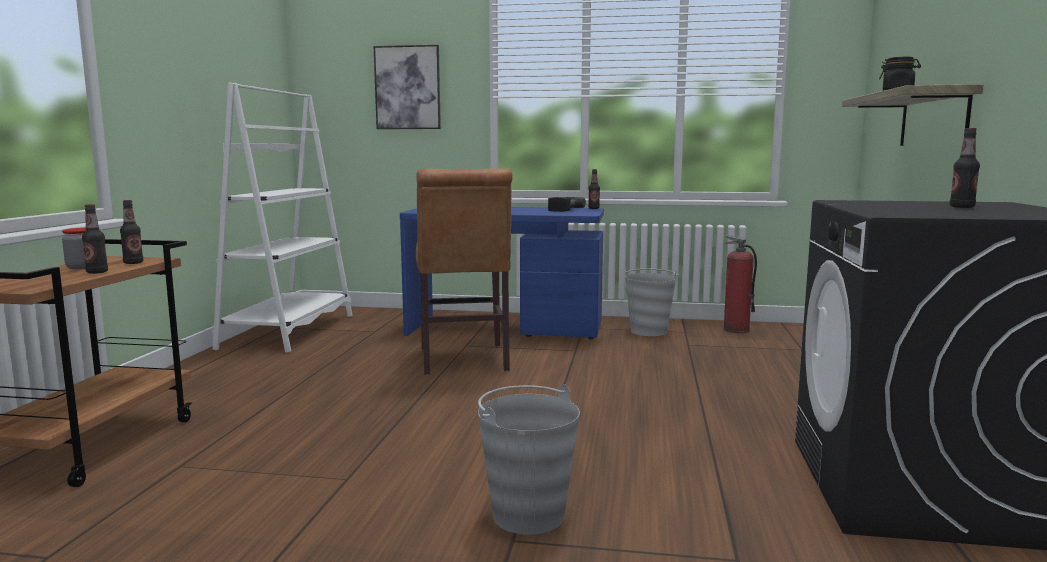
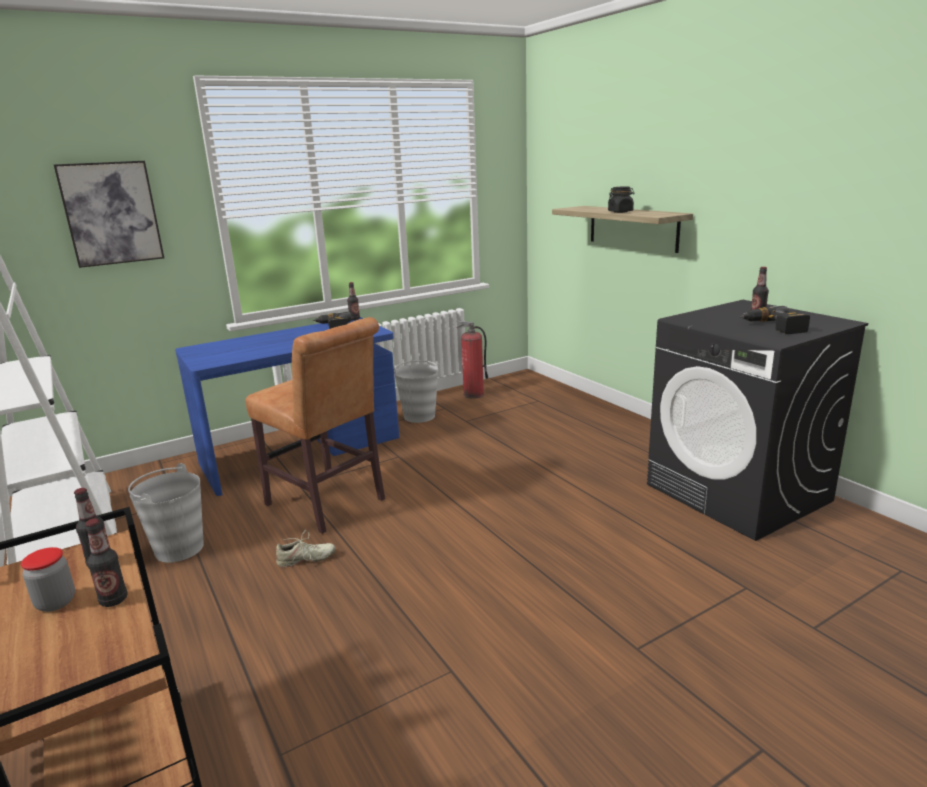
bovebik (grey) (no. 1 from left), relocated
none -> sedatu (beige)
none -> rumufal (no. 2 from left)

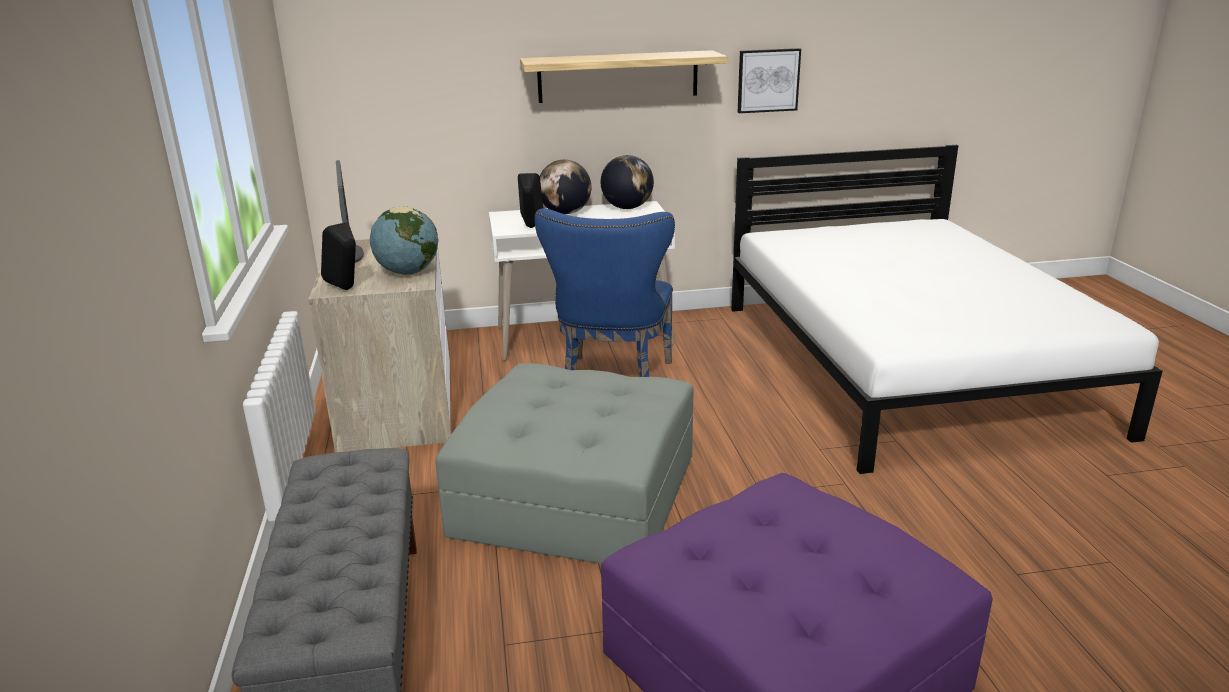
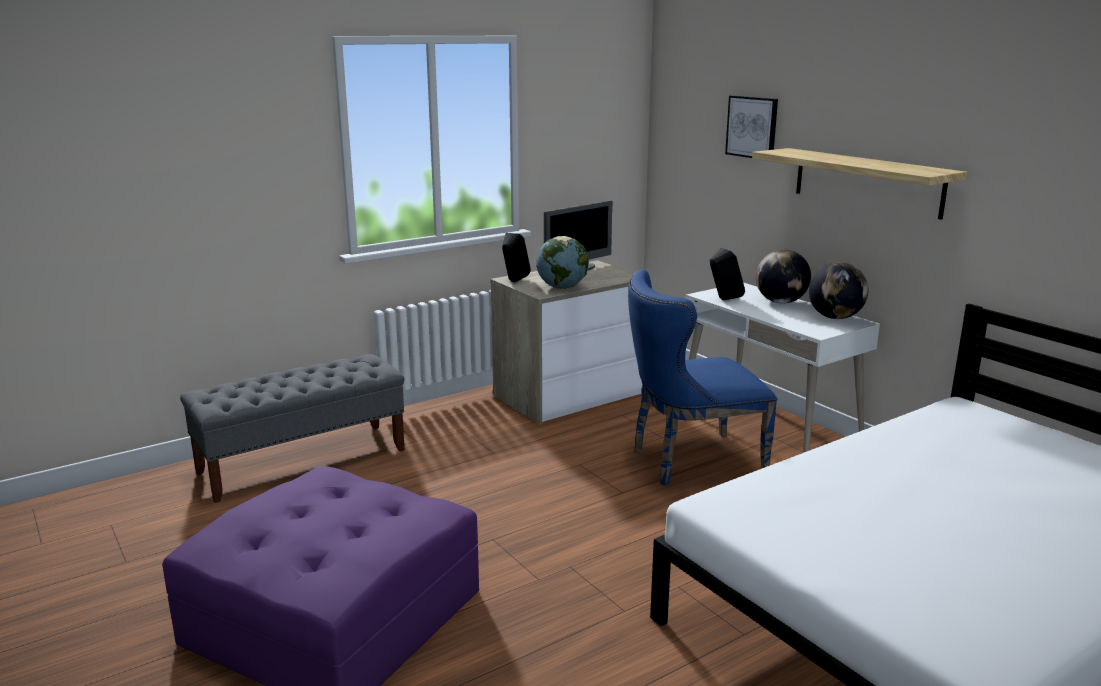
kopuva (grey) -> none
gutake, relocated

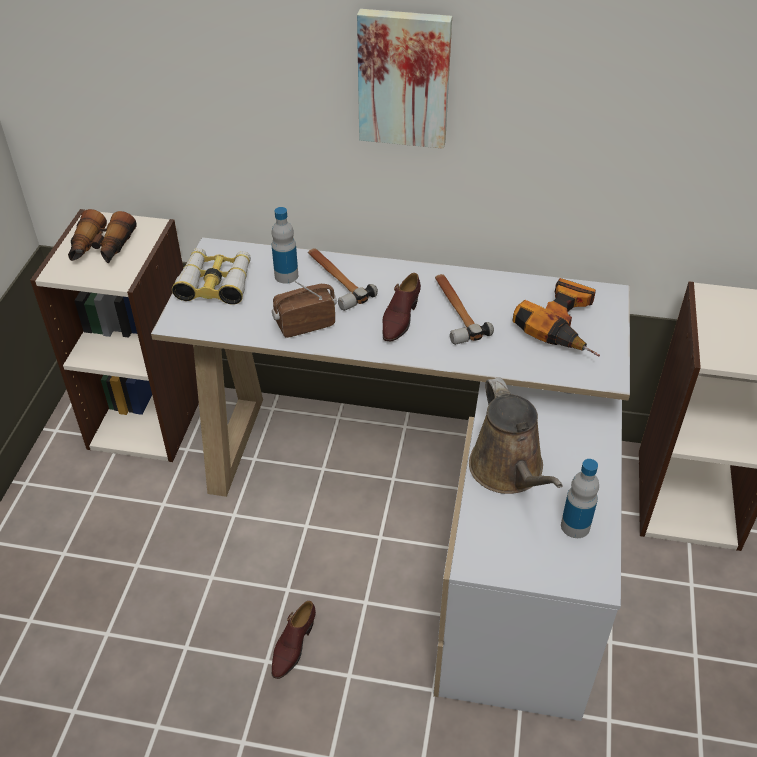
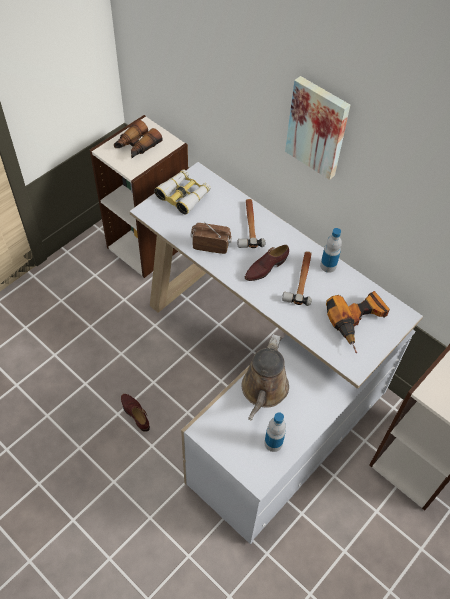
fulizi (no. 1 from left in the first image) -> fulizi (no. 2 from left), relocated
sedatu (brown) (no. 1 from left), 90 degrees clockwise

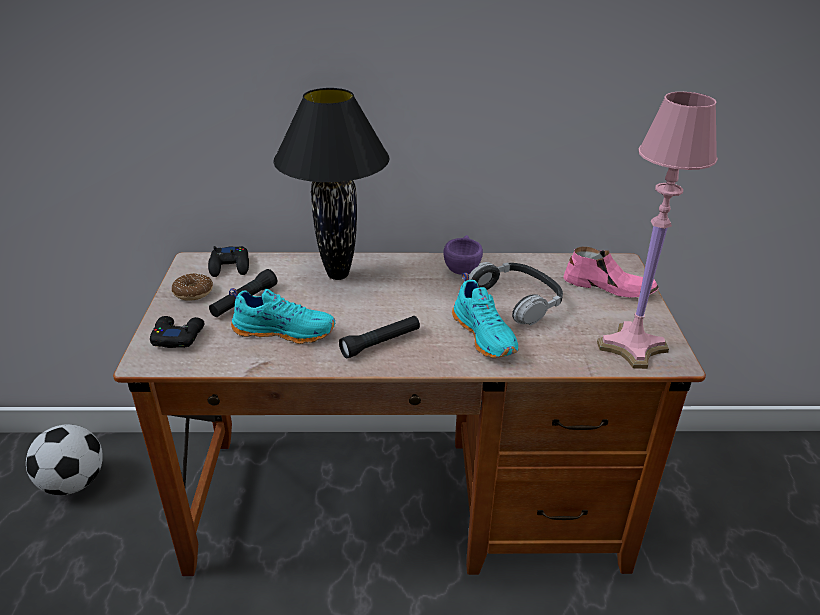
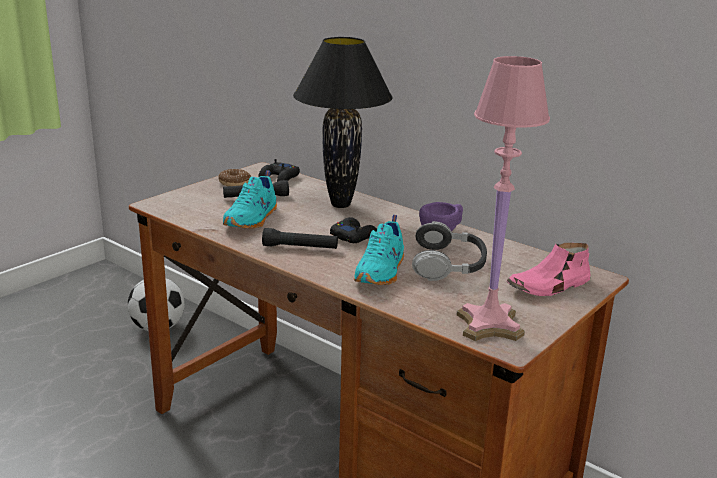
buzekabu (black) (no. 1 from left in the first image) -> buzekabu (black) (no. 2 from left), relocated
sedatu (turquoise) (no. 1 from left), 60 degrees clockwise
sedatu (pink), 90 degrees clockwise

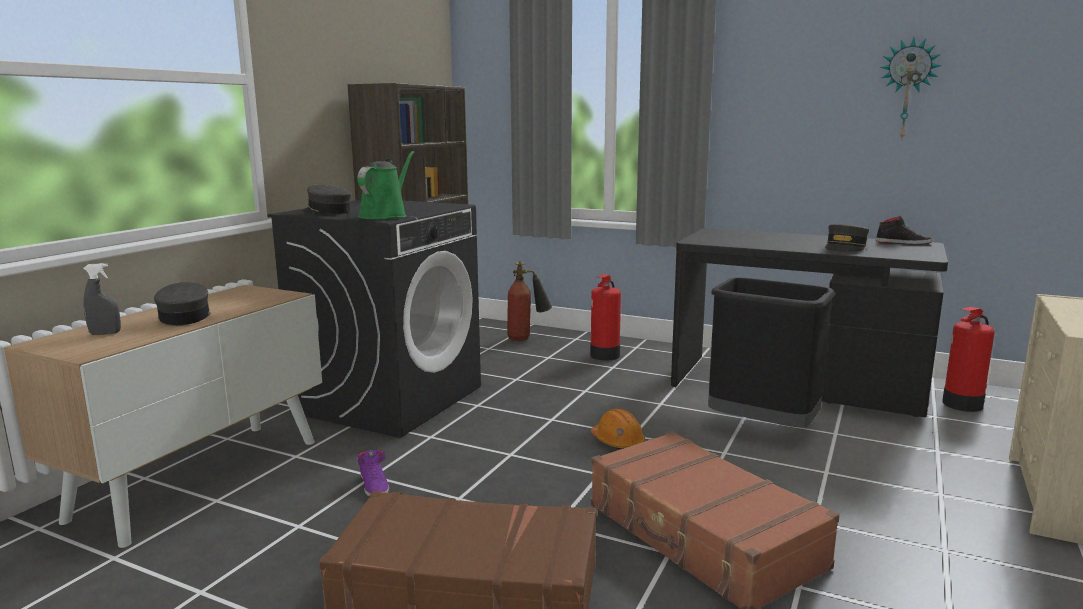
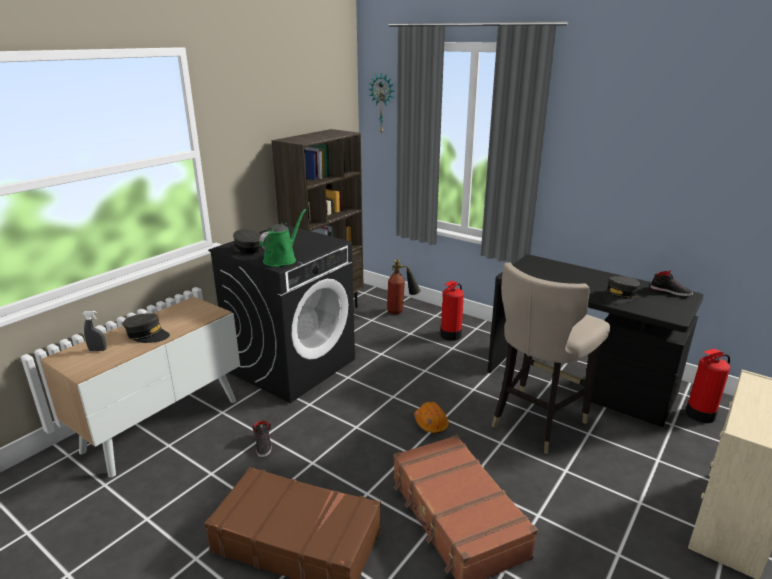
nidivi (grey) (no. 1 from left), 120 degrees clockwise
sedatu (purple) -> sedatu (black) (no. 1 from left)
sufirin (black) -> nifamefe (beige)
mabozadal, relocated

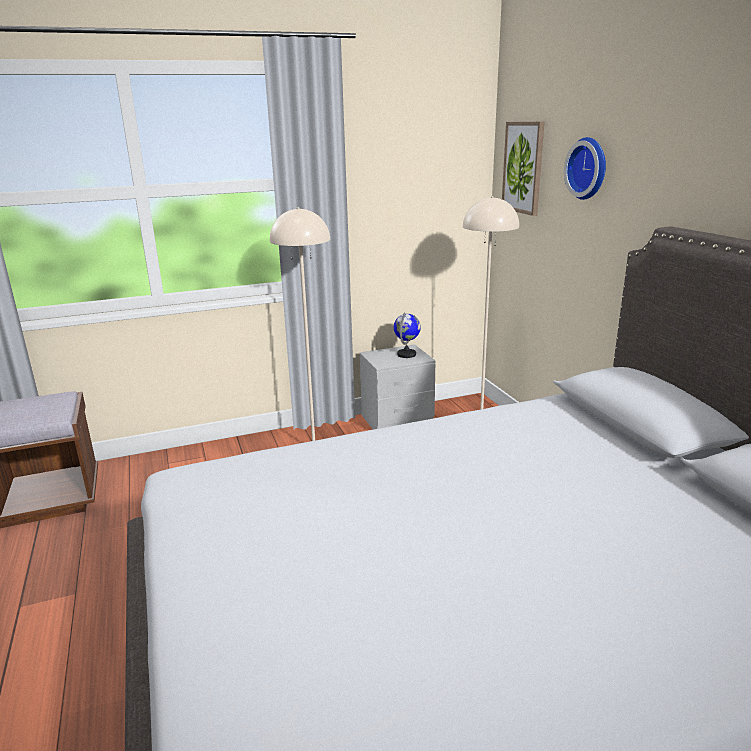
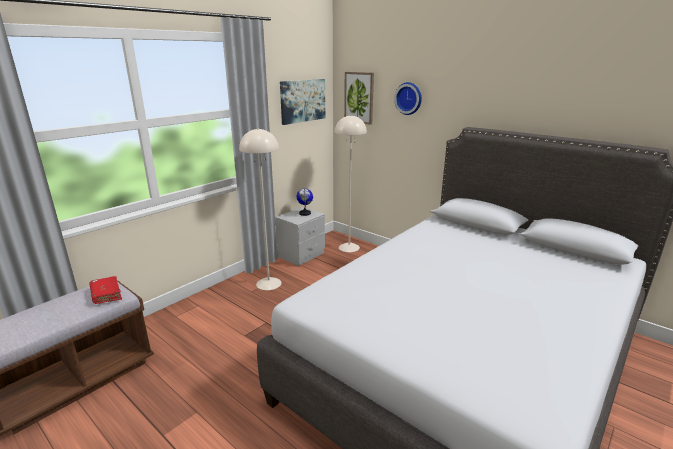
none -> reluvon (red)
none -> gutake (no. 1 from left)

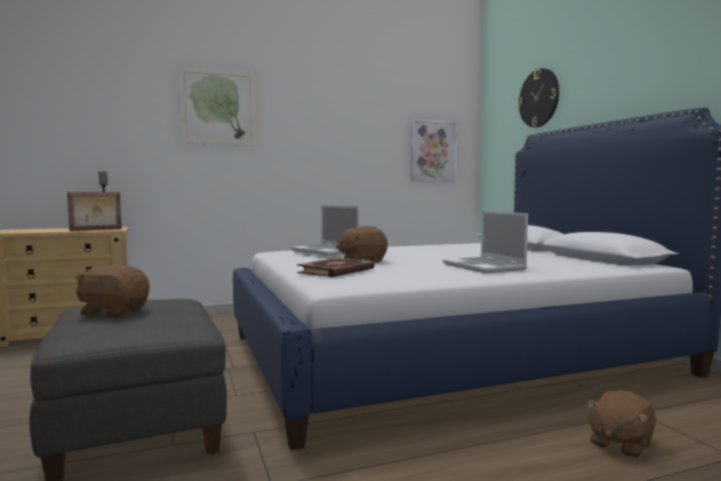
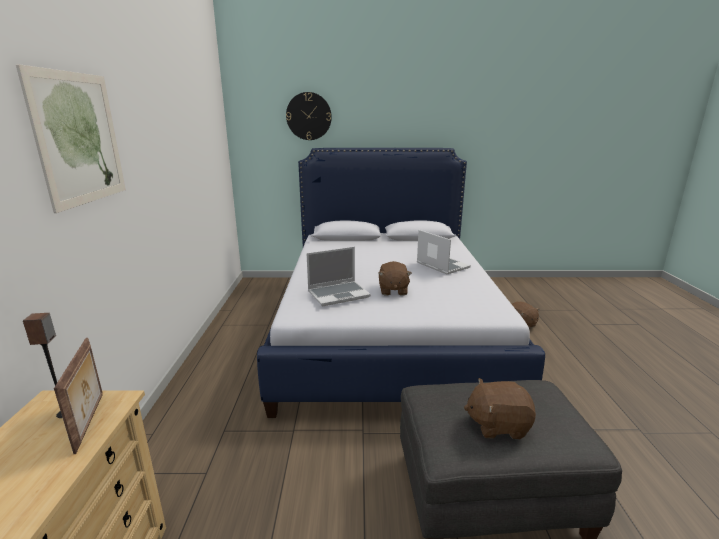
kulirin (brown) (no. 1 from left in the first image) -> kulirin (brown) (no. 2 from left), 60 degrees clockwise
reluvon -> none
gutake (no. 2 from left) -> none
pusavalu (no. 2 from left), 120 degrees counterclockwise

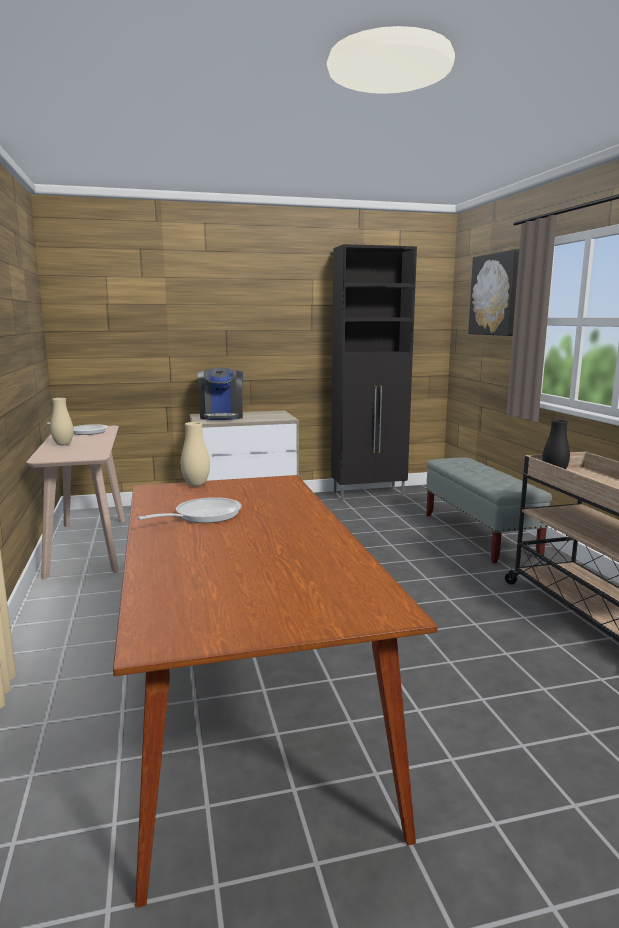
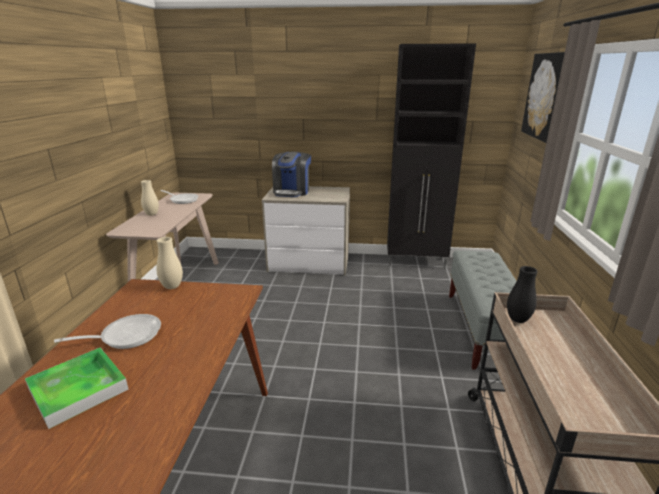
none -> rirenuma

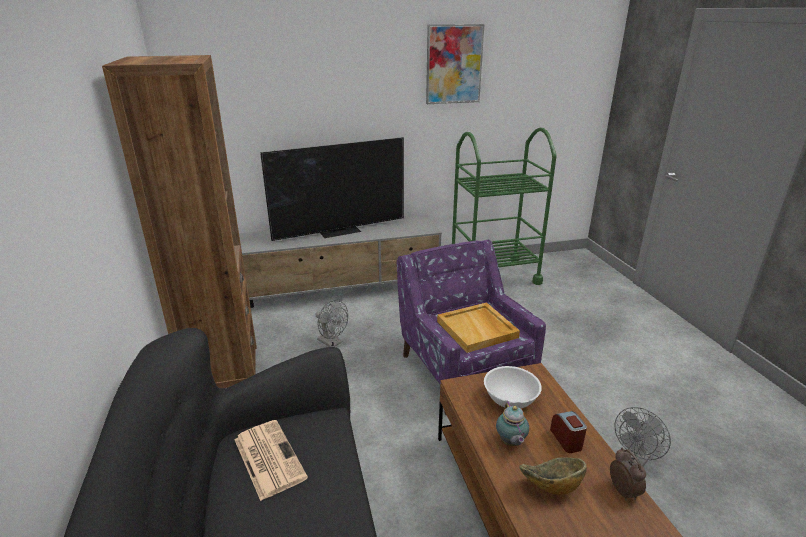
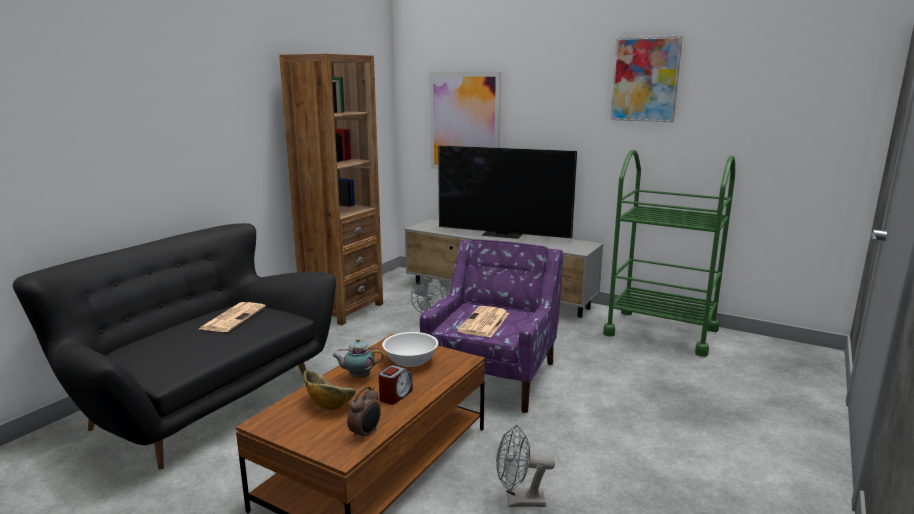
rirenuma (beige) -> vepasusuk (no. 2 from left)
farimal, 45 degrees clockwise
none -> gutake (no. 1 from left)

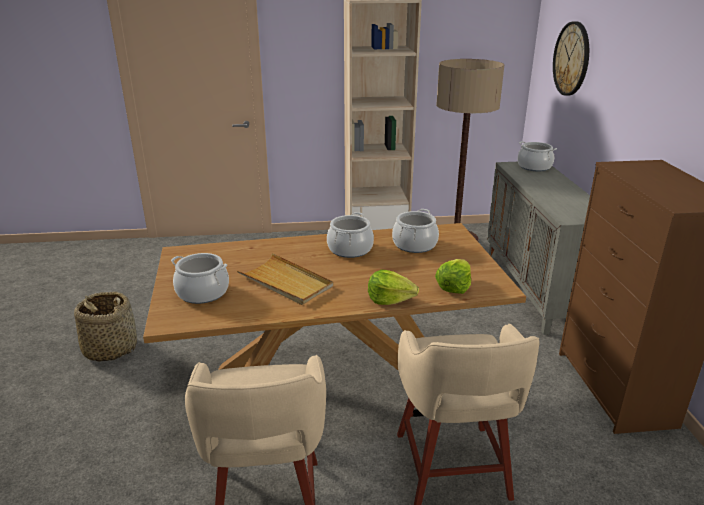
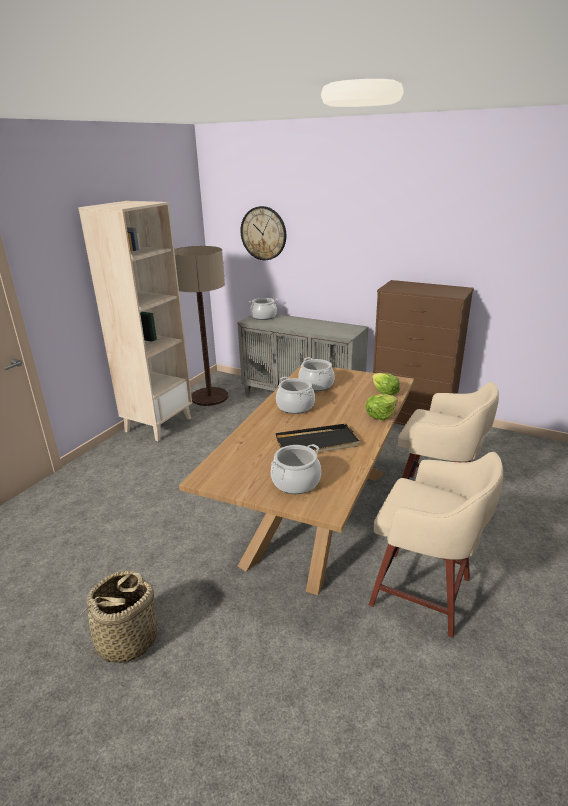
rirenuma (beige) -> rirenuma (black)

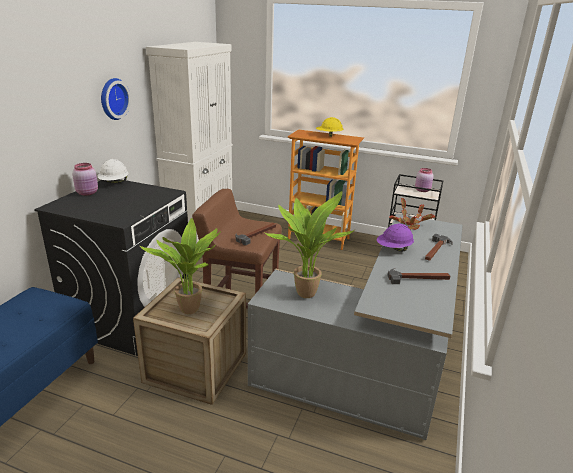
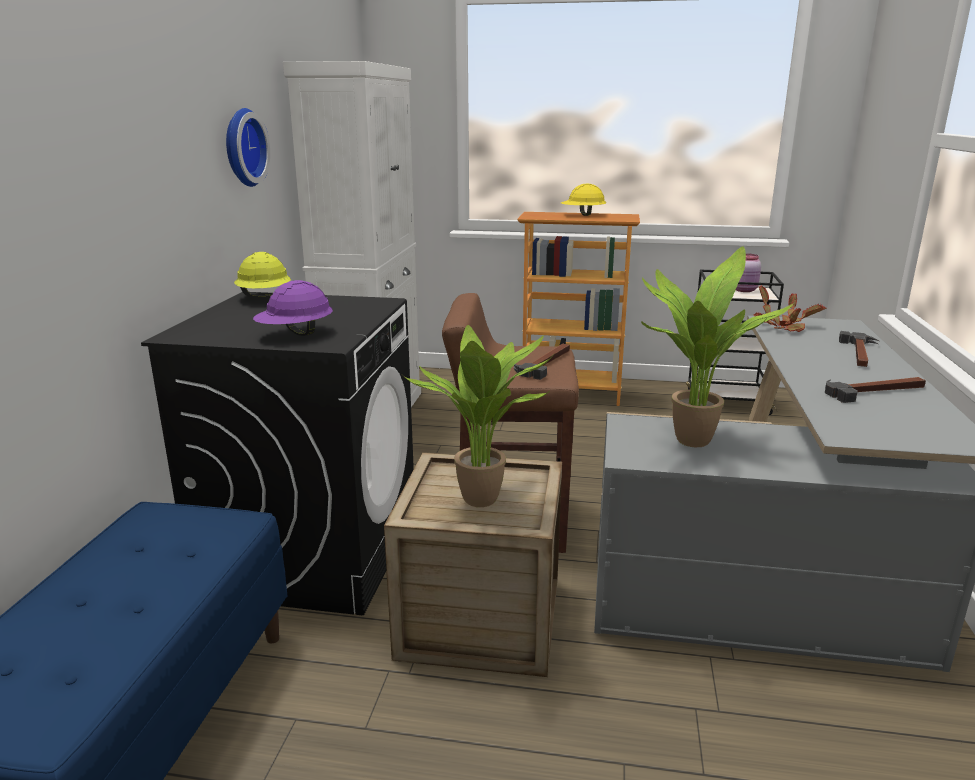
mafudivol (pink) (no. 1 from left) -> none
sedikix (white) -> sedikix (yellow) (no. 1 from left)
sedikix (purple), relocated

